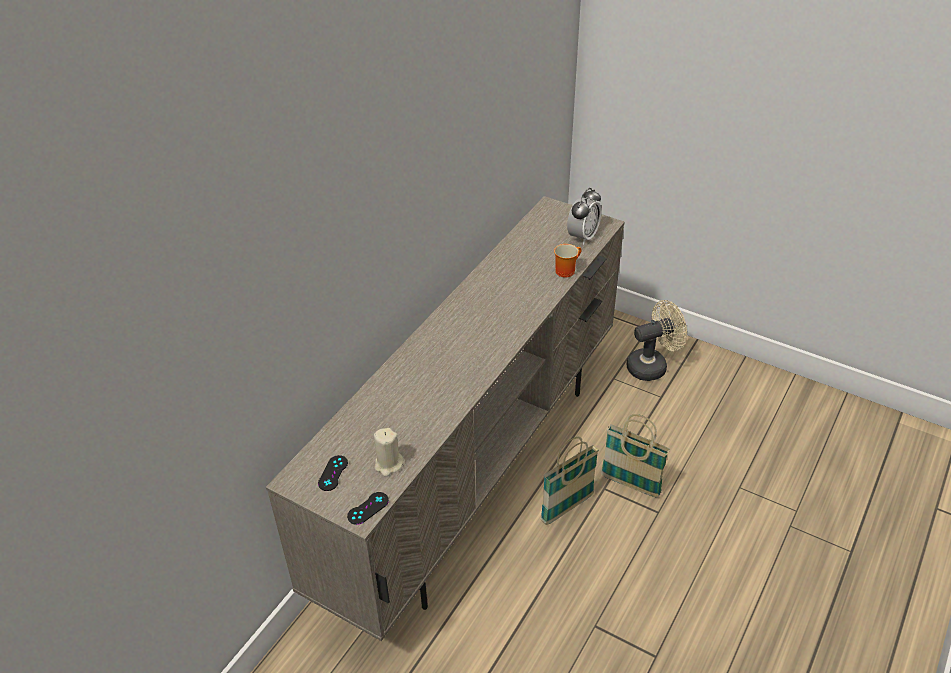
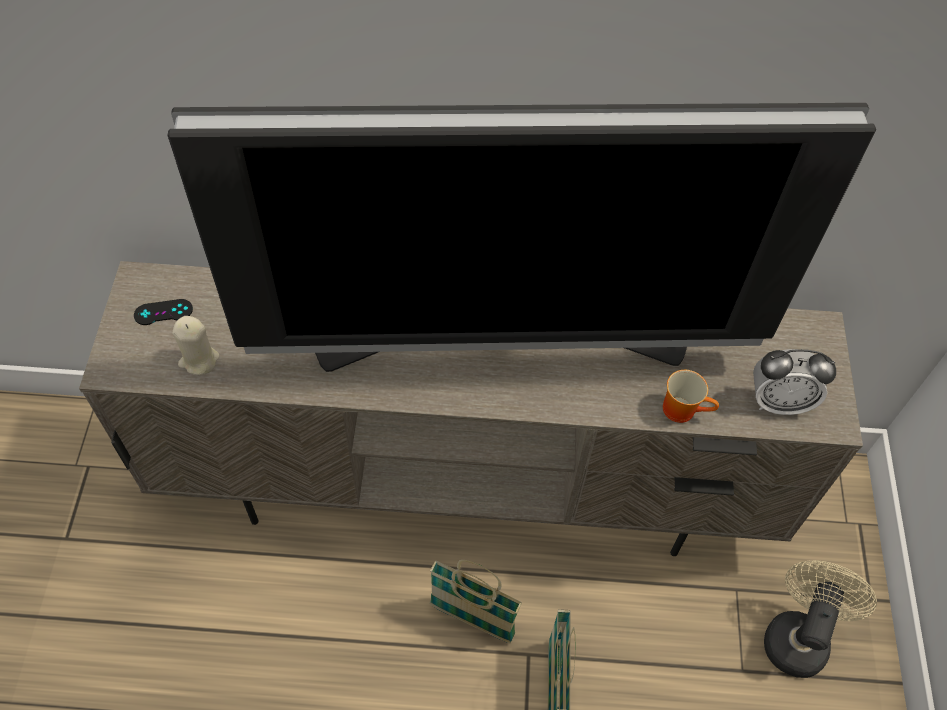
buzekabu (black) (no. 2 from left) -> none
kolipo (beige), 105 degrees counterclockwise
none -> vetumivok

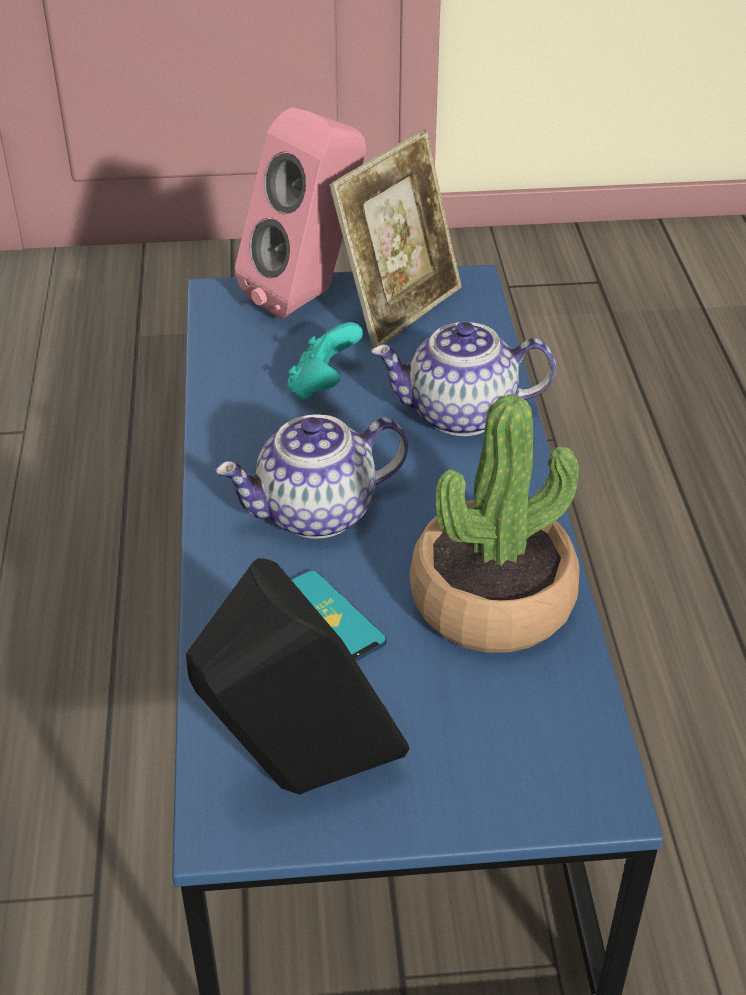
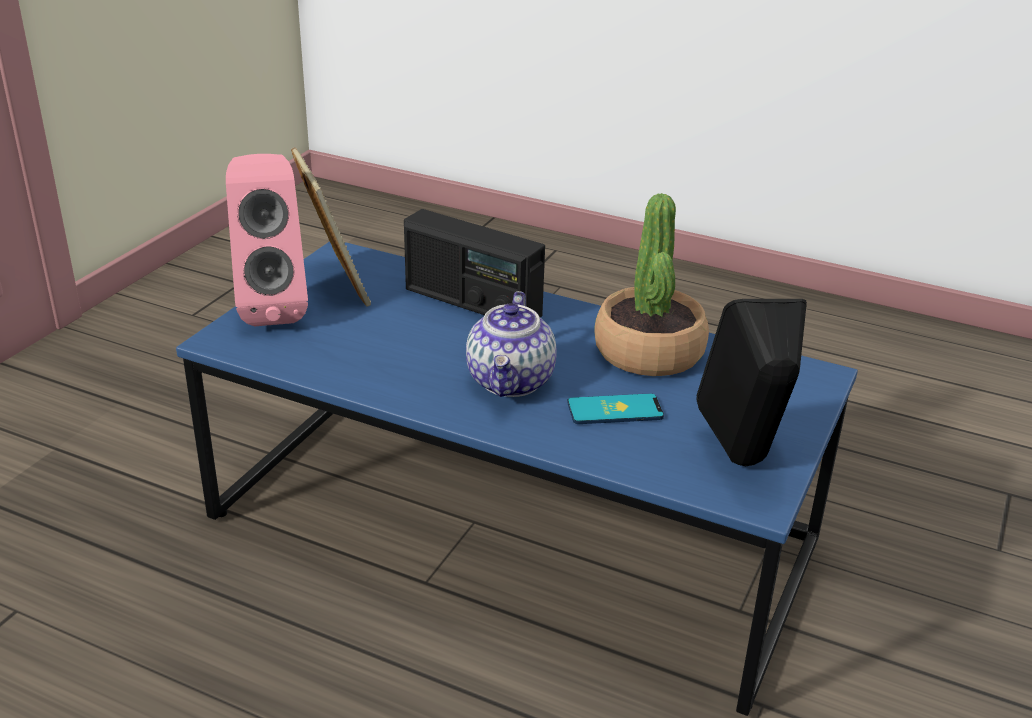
buzekabu (turquoise) -> none
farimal (no. 2 from left) -> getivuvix

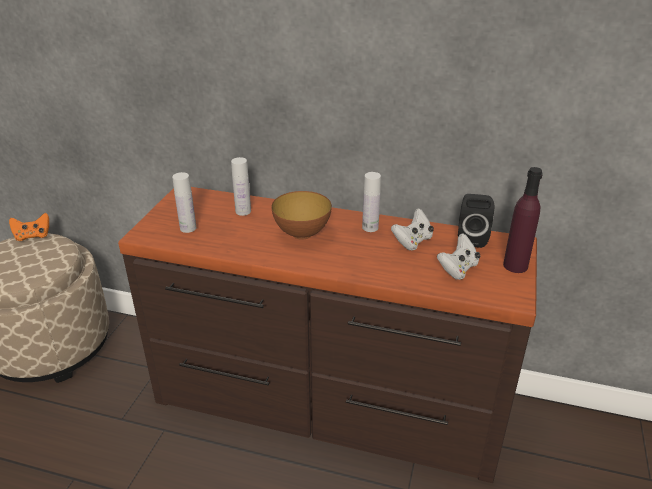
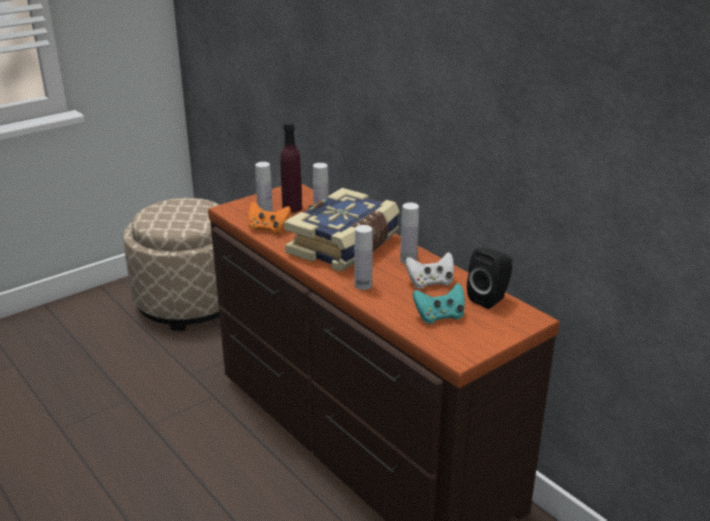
buzekabu (orange), relocated
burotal -> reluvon
buzekabu (white) (no. 2 from left) -> buzekabu (turquoise)
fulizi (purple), relocated
none -> fulizi (white) (no. 3 from left)

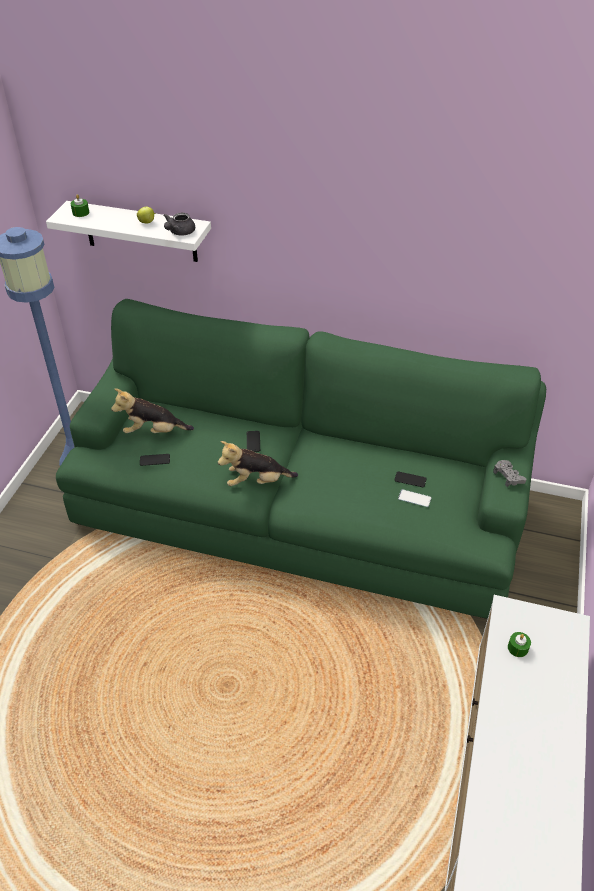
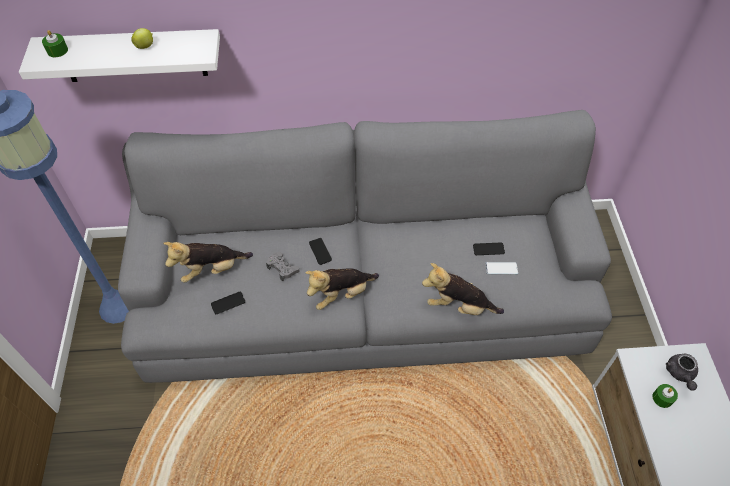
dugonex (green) -> dugonex (grey)
farimal (grey), relocated
buzekabu (grey), relocated
none -> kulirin (no. 3 from left)

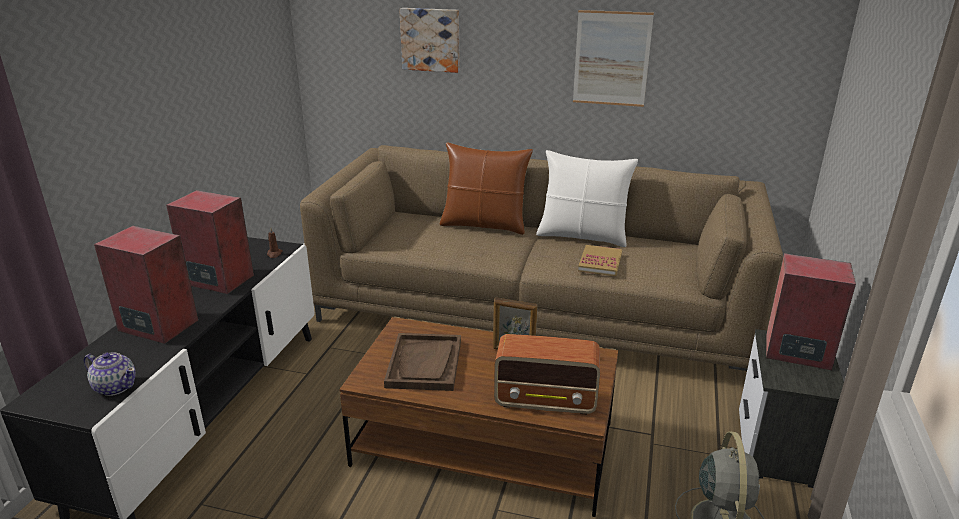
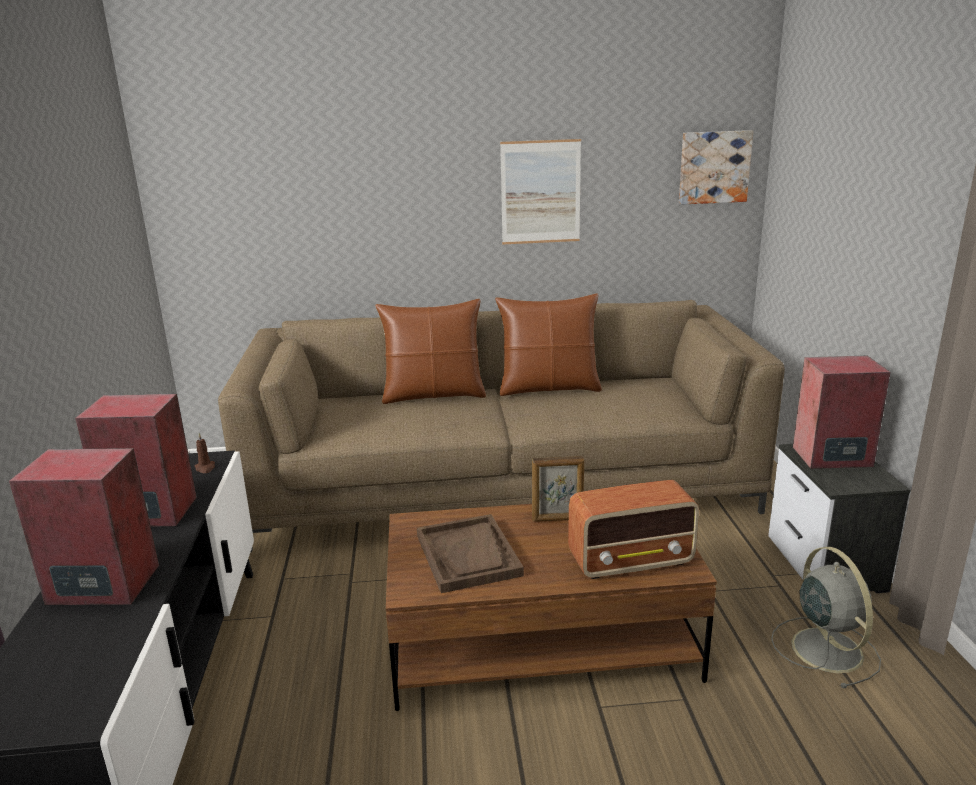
farimal -> none
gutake (no. 1 from left in the first image) -> gutake (no. 2 from left), relocated
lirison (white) -> lirison (brown) (no. 2 from left)
reluvon -> none

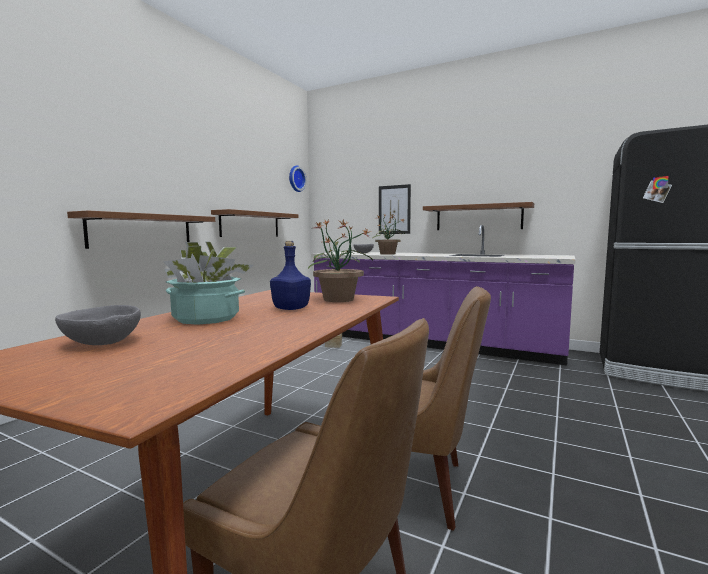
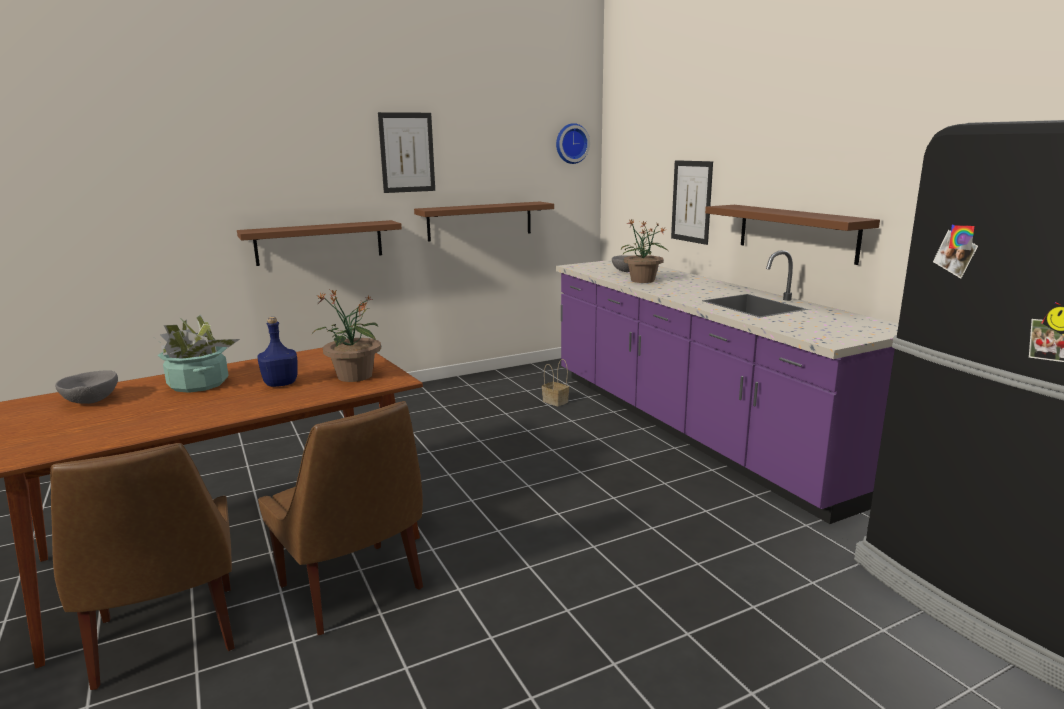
none -> gutake (no. 1 from left)

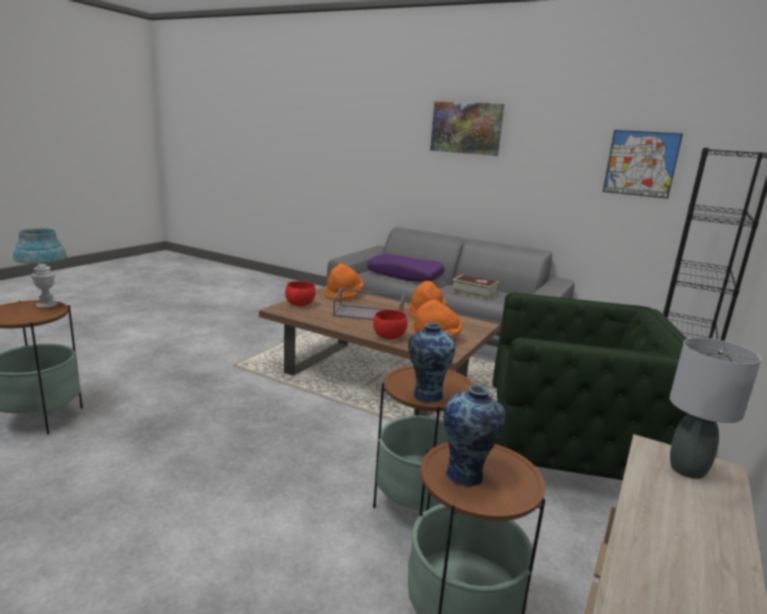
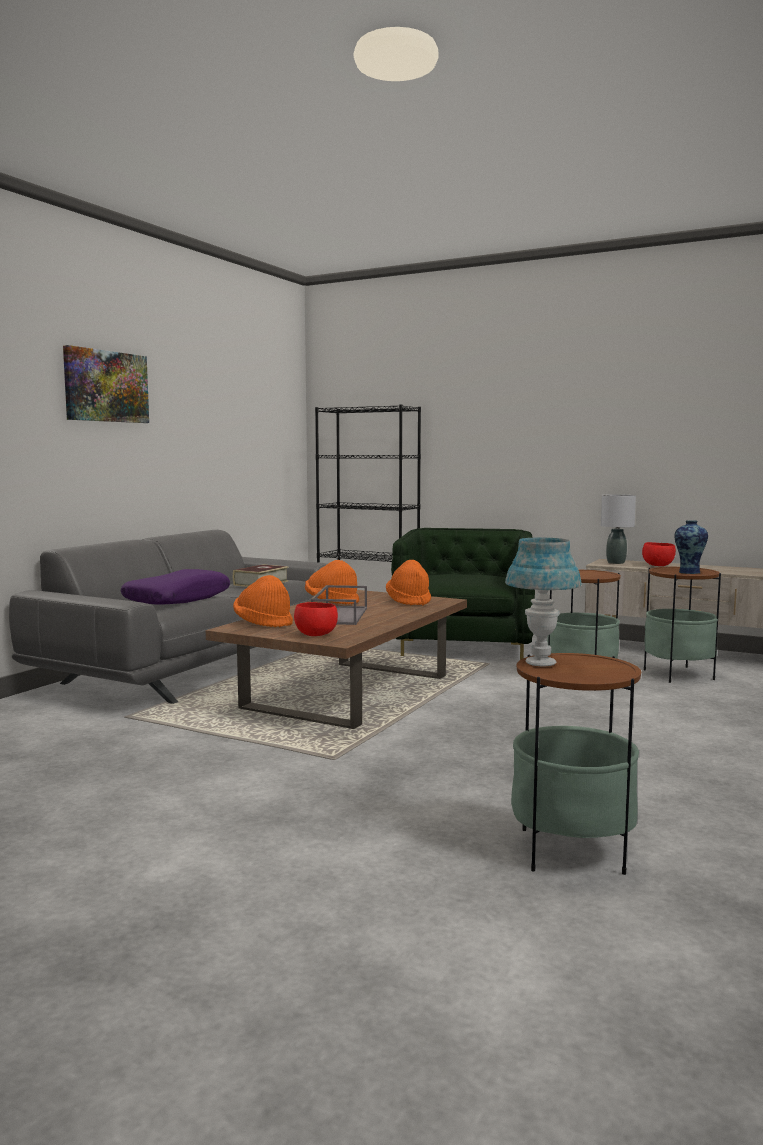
burotal (red) (no. 2 from left), relocated
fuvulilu (no. 1 from left) -> none
gutake (no. 2 from left) -> none

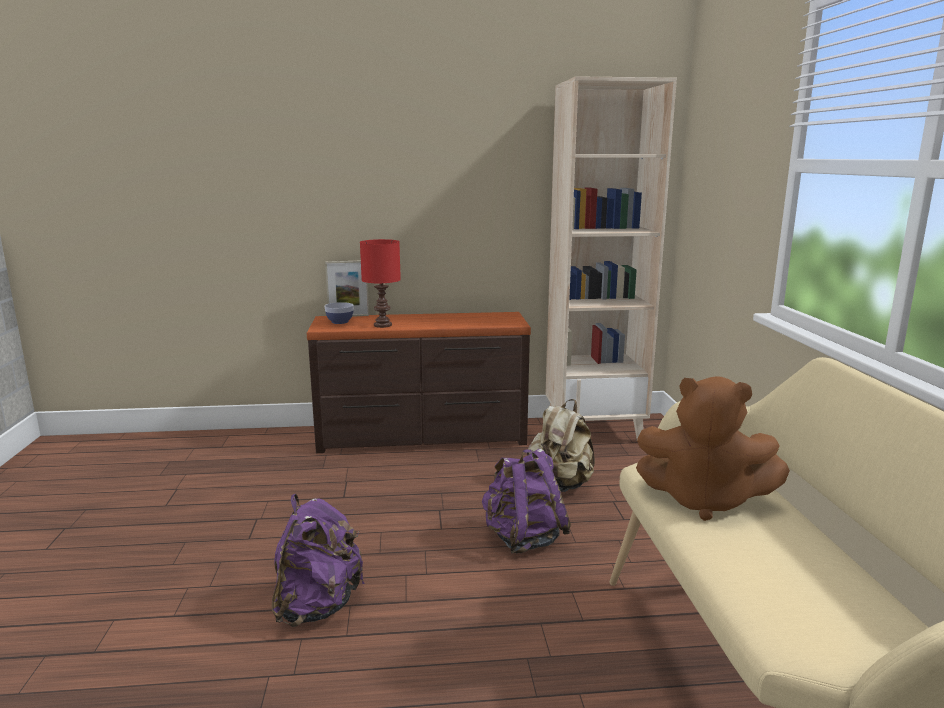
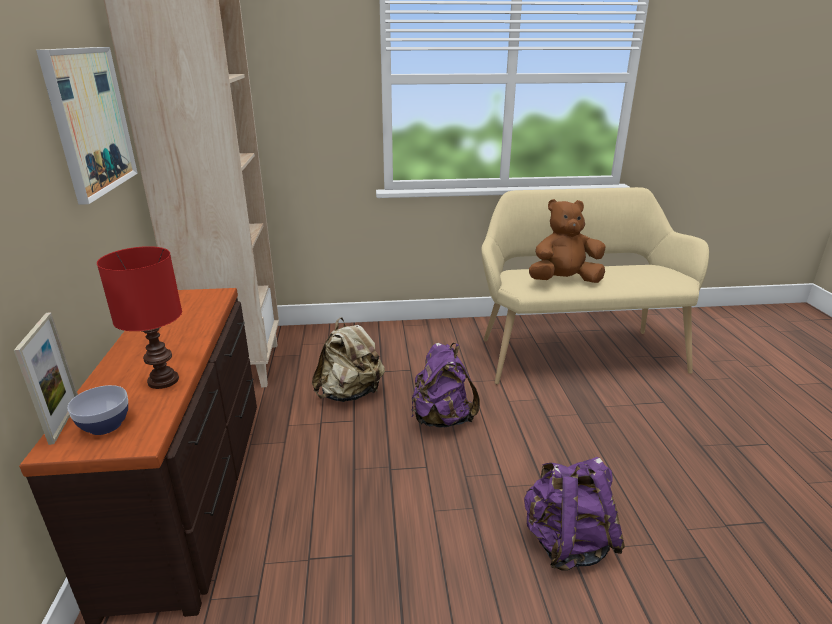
kulirin (brown), 120 degrees counterclockwise
none -> gutake

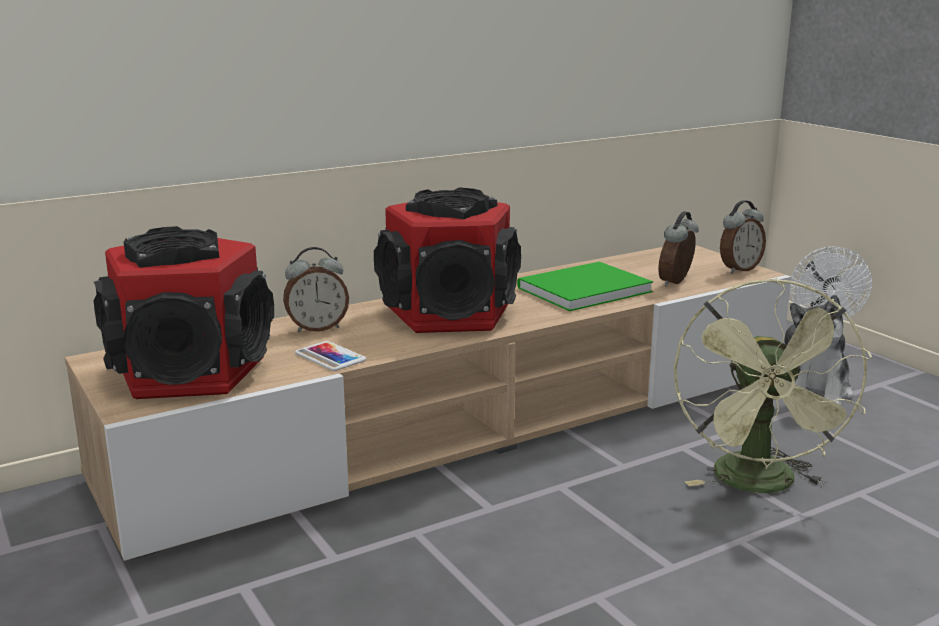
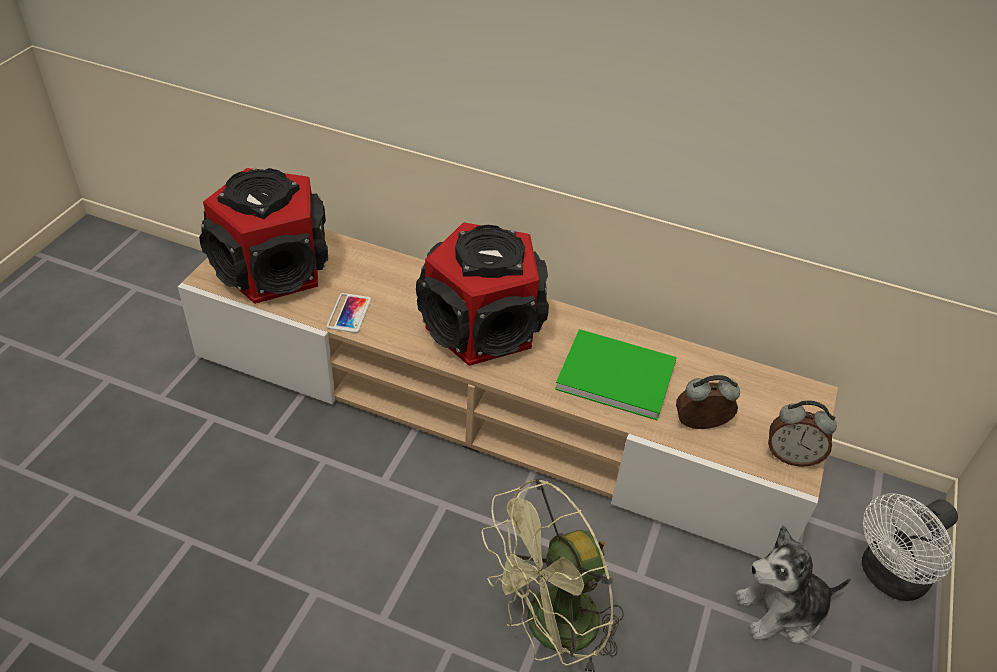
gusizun (no. 1 from left) -> none

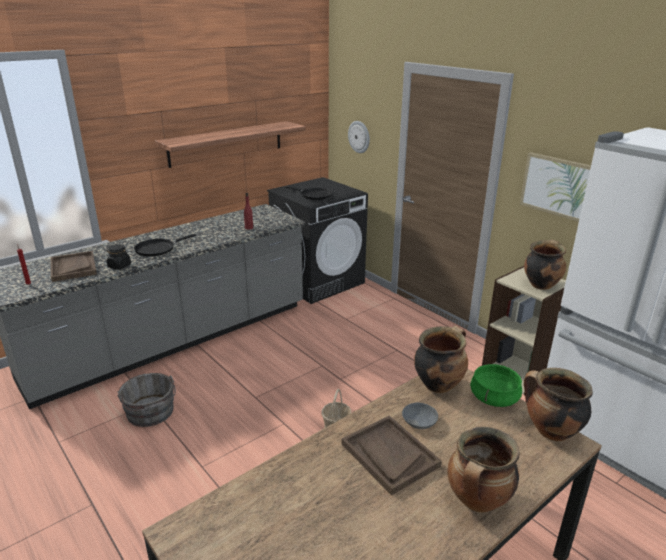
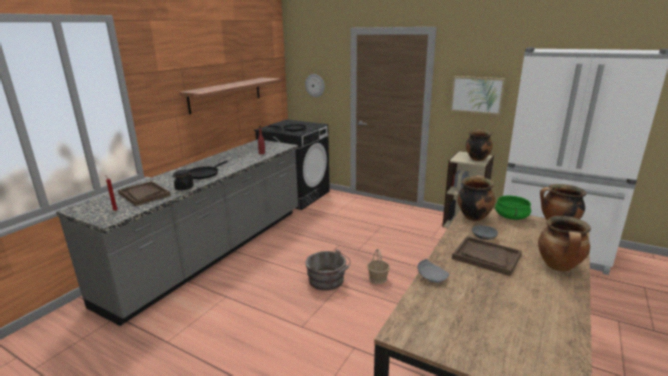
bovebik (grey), relocated
none -> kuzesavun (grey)

